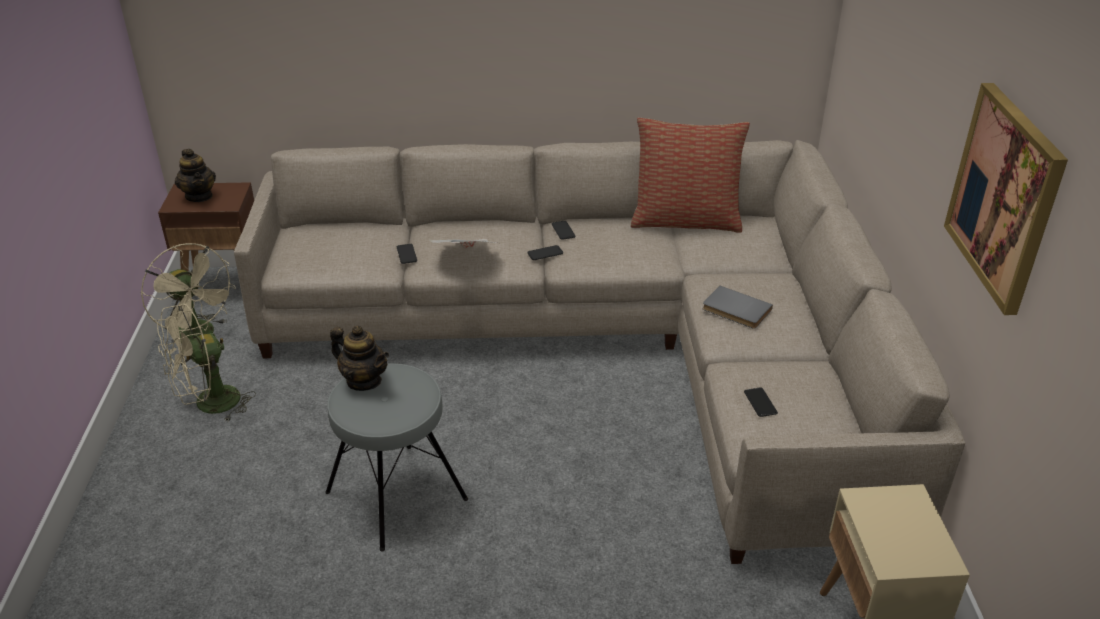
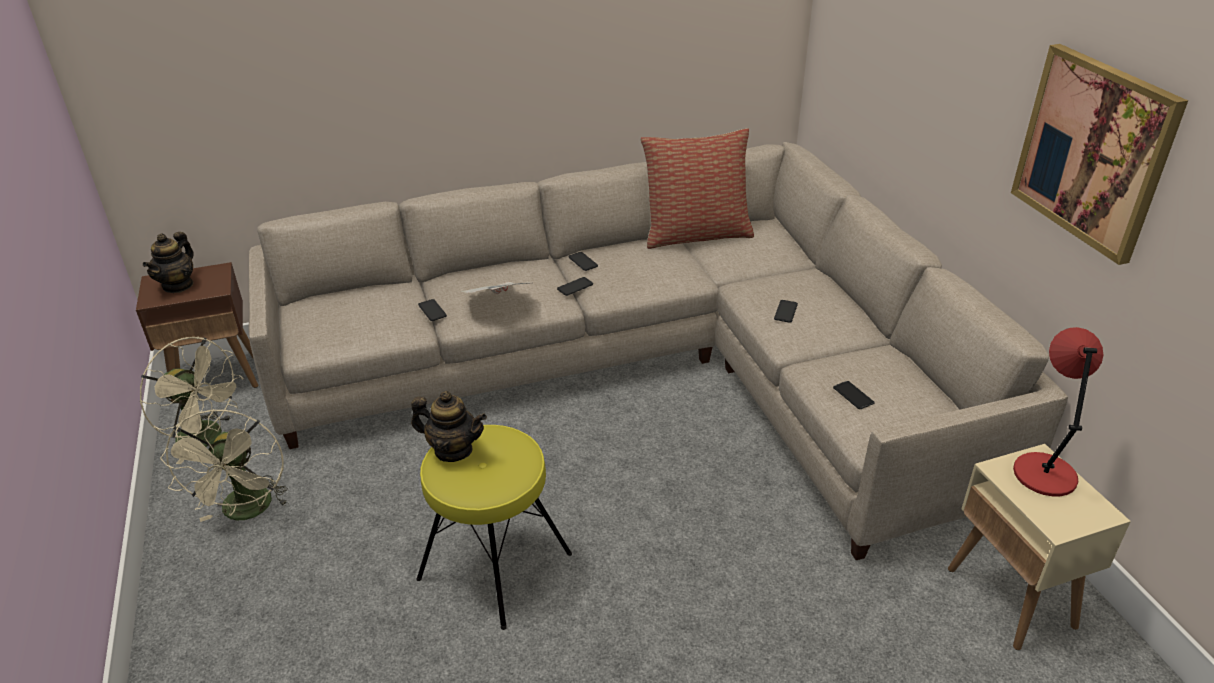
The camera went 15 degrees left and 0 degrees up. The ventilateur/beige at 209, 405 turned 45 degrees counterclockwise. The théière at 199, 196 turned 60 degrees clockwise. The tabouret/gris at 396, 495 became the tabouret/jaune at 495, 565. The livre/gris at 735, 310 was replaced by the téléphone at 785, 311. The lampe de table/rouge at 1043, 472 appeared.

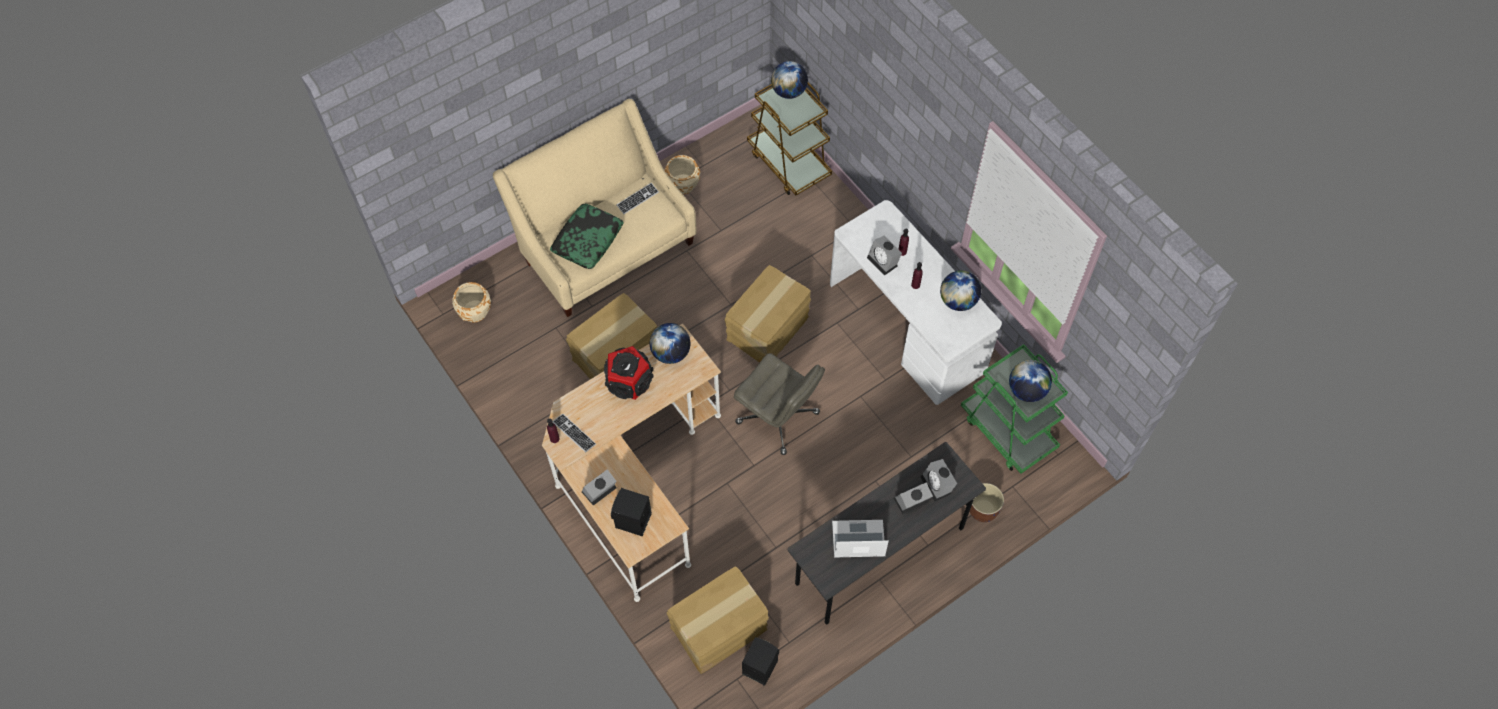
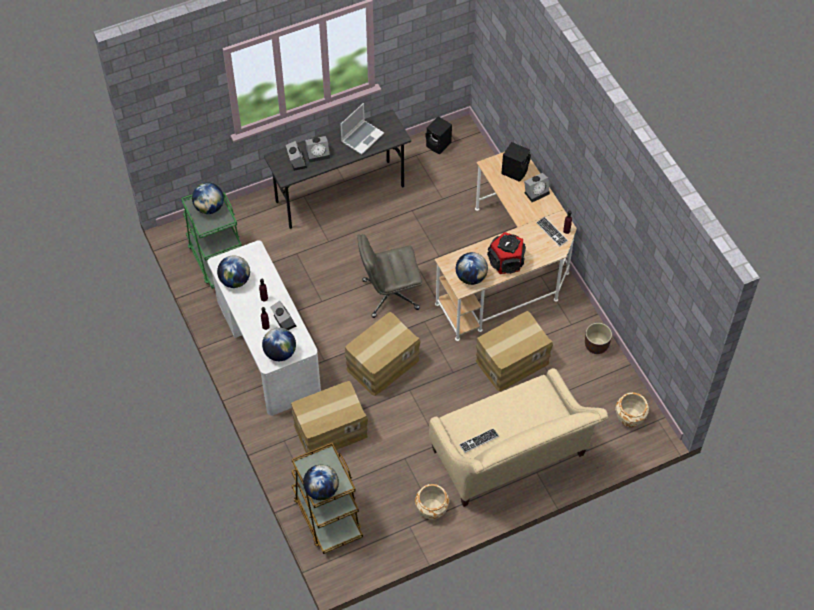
The camera went 170 degrees left and 5 degrees down. The coussin at 587, 240 disappeared. The carton moved from 719, 629 to 330, 430. The chaise de bureau/gris at 778, 418 turned 60 degrees counterclockwise. The ordinateur portable at 857, 540 turned 60 degrees counterclockwise. The cache-pot/marron moved from 982, 509 to 596, 346. The globe at 280, 353 appeared.

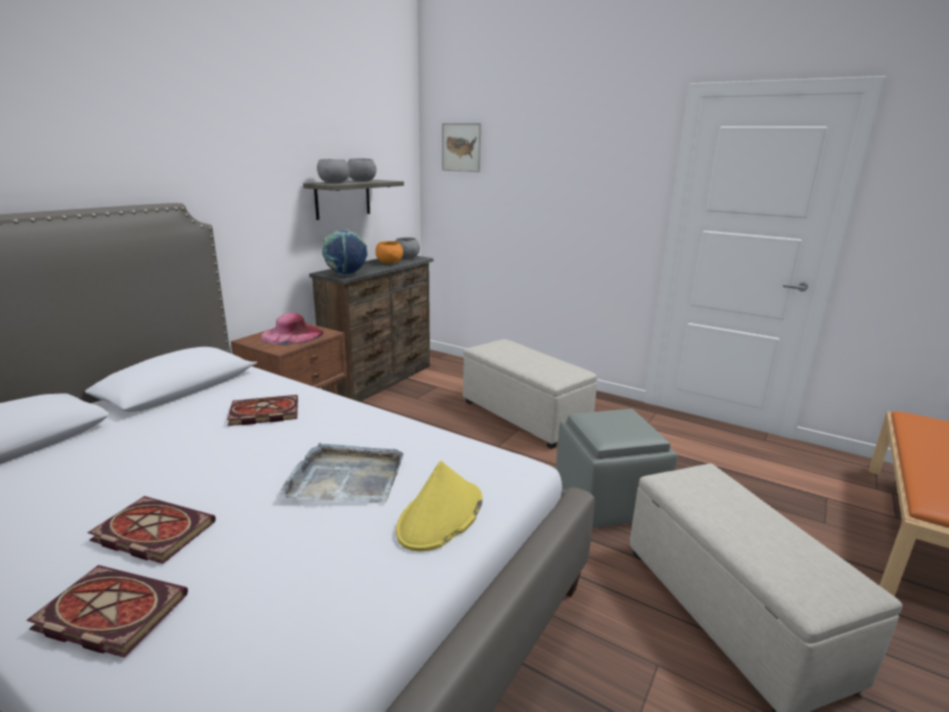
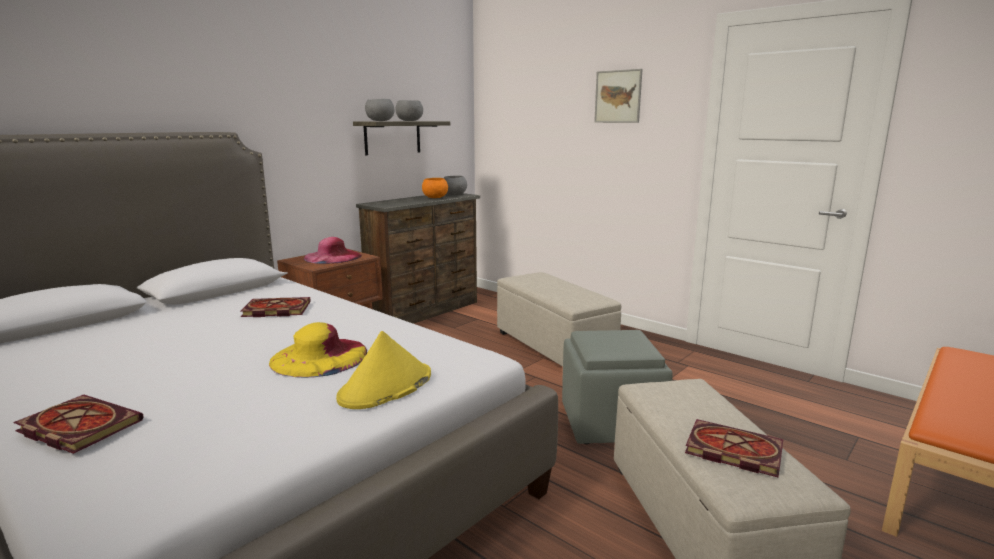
The camera went 10 degrees right and 5 degrees down. The livre moved from 150, 532 to 731, 450. The plateau/gris at 346, 478 was replaced by the chapeau/jaune at 319, 356. The globe at 346, 275 disappeared. The tableau moved from 461, 147 to 618, 96.

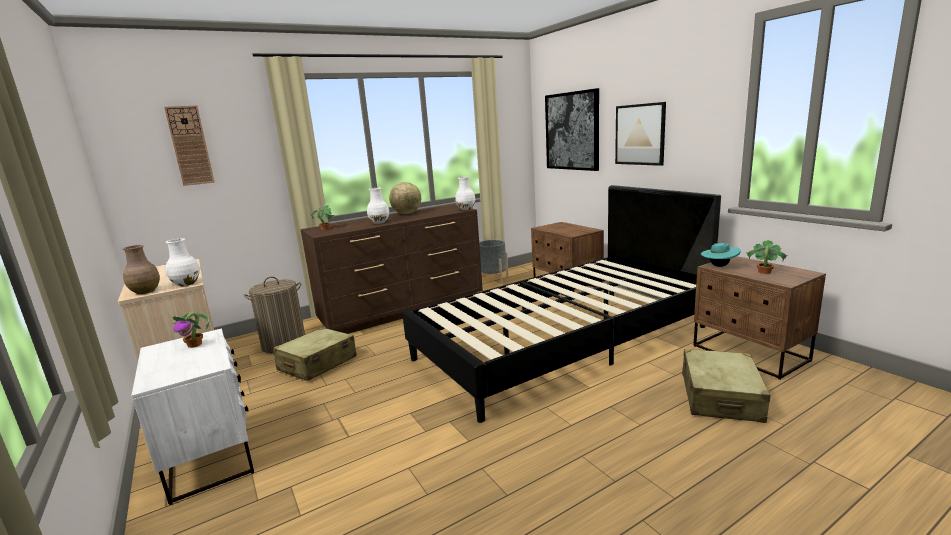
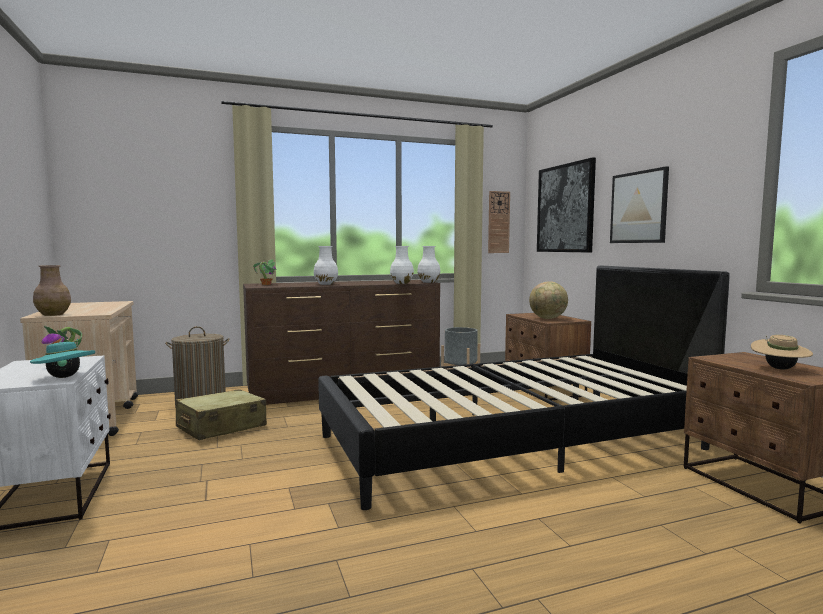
The camera went 10 degrees right and 10 degrees down. The horloge murale moved from 190, 146 to 498, 222. The vase/blanc moved from 186, 284 to 401, 283. The globe moved from 407, 213 to 548, 318. The valise/beige at 720, 397 disappeared. The chapeau/turquoise moved from 719, 266 to 65, 377. The plante en pot at 764, 272 was replaced by the chapeau/beige at 779, 369.

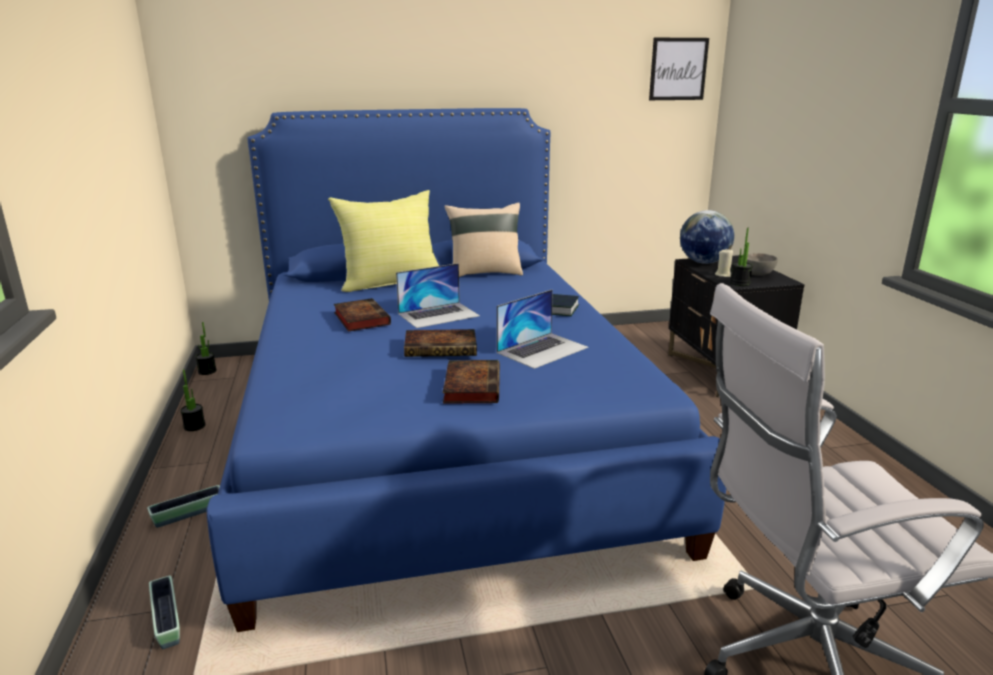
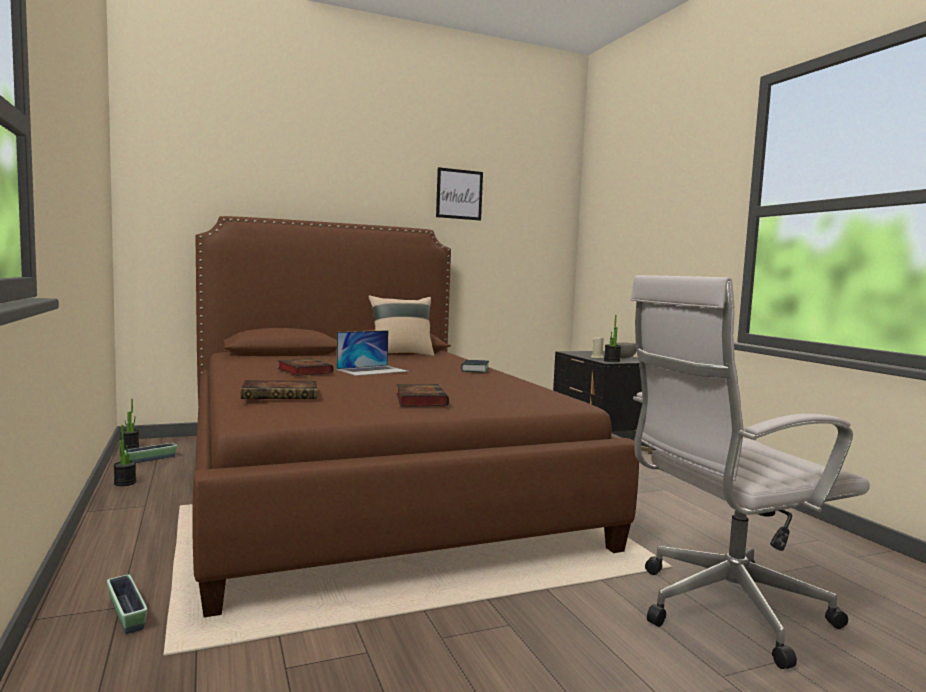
The camera went 10 degrees left and 15 degrees down. The cache-pot moved from 188, 514 to 151, 459. The lit/bleu at 439, 432 became the lit/marron at 366, 482. The coussin/jaune at 391, 282 disappeared. The livre moved from 442, 348 to 282, 395. The ordinateur portable at 542, 350 disappeared. The tableau moved from 678, 69 to 459, 194. The globe at 703, 262 disappeared.

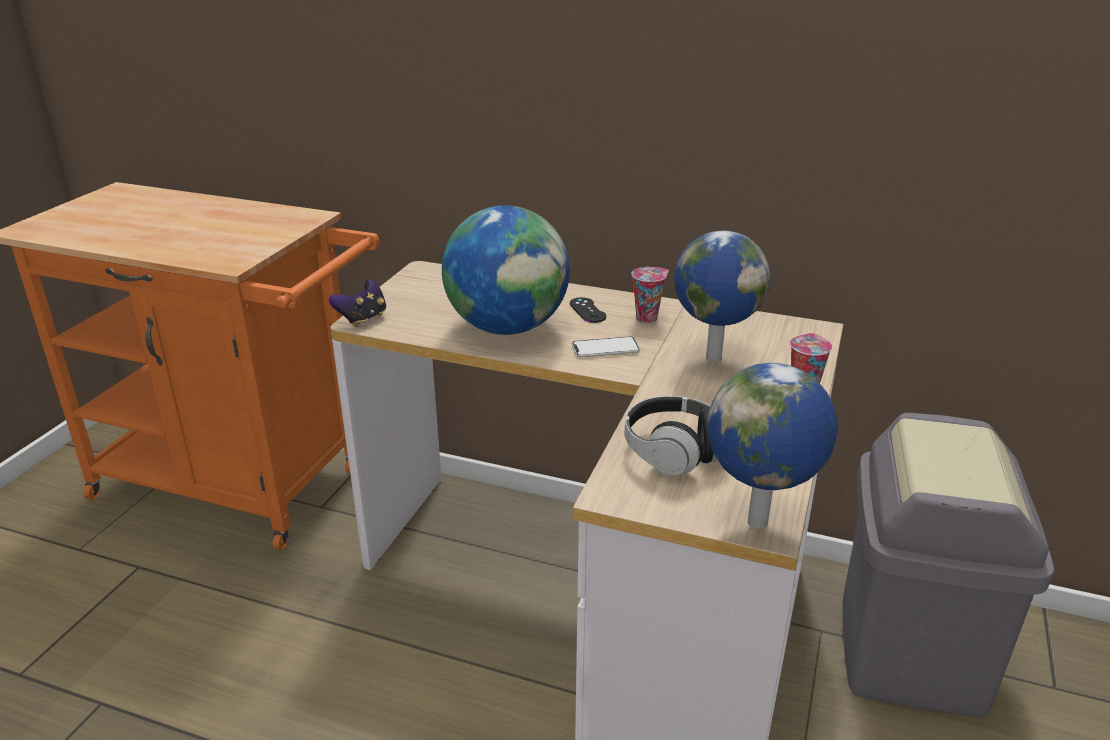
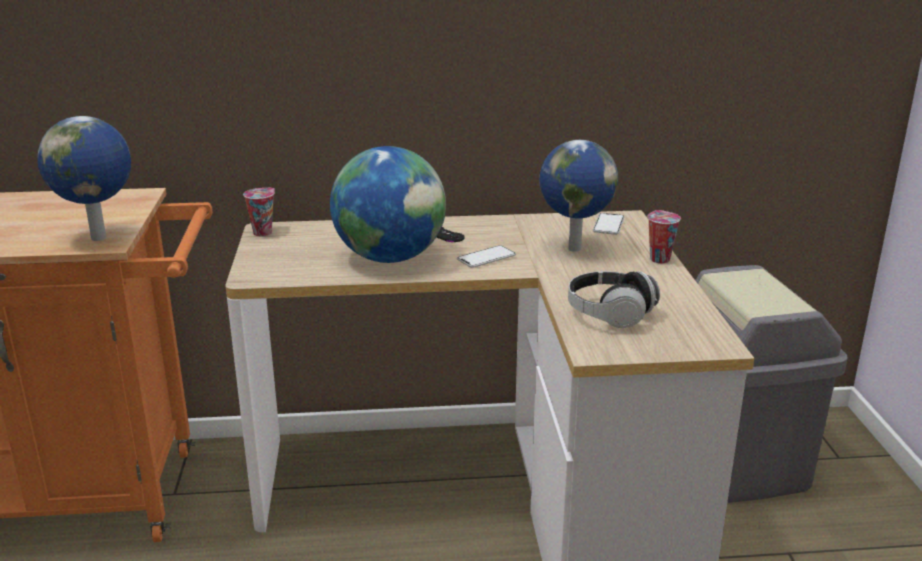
The camera went 25 degrees left and 5 degrees down. The manette at 363, 319 disappeared. The tasse moved from 647, 317 to 263, 232. The globe moved from 760, 523 to 100, 238. The téléphone at 608, 225 appeared.

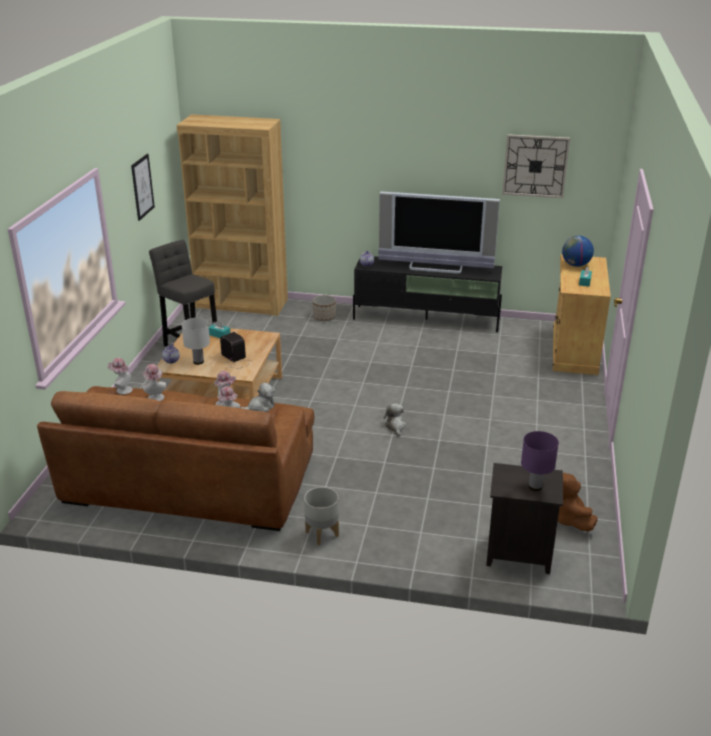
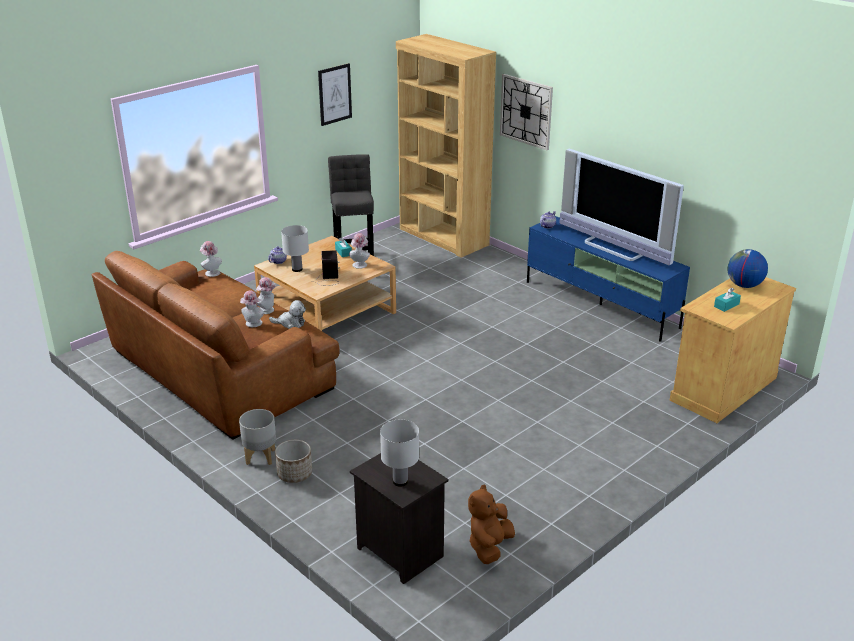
The camera went 35 degrees right and 0 degrees up. The chapeau moved from 155, 396 to 360, 264. The cache-pot moved from 324, 317 to 295, 474. The meuble télé/noir at 427, 319 became the meuble télé/bleu at 601, 305. The peluche at 395, 426 disappeared. The horloge murale moved from 535, 166 to 526, 111. The lampe de table/violet at 534, 486 became the lampe de table/blanc at 400, 481.

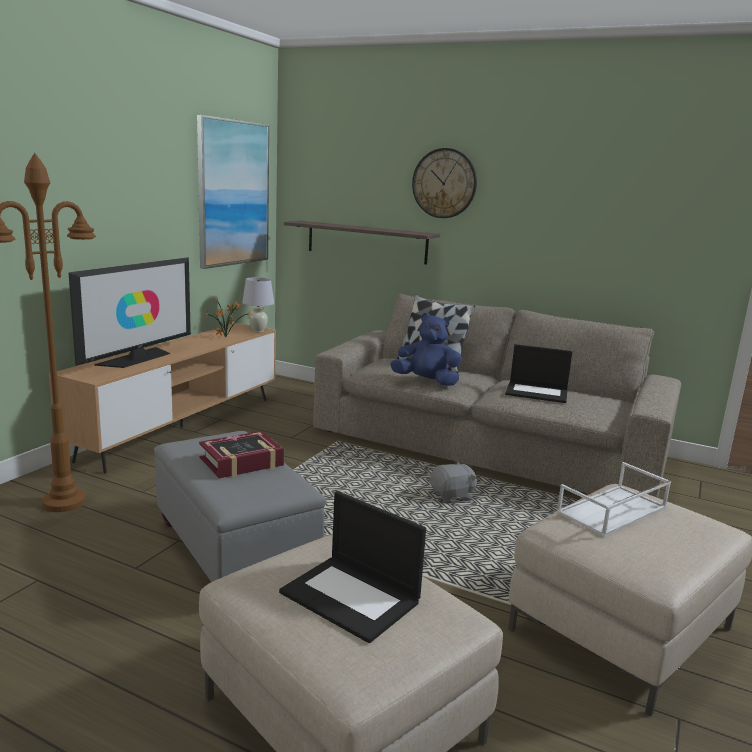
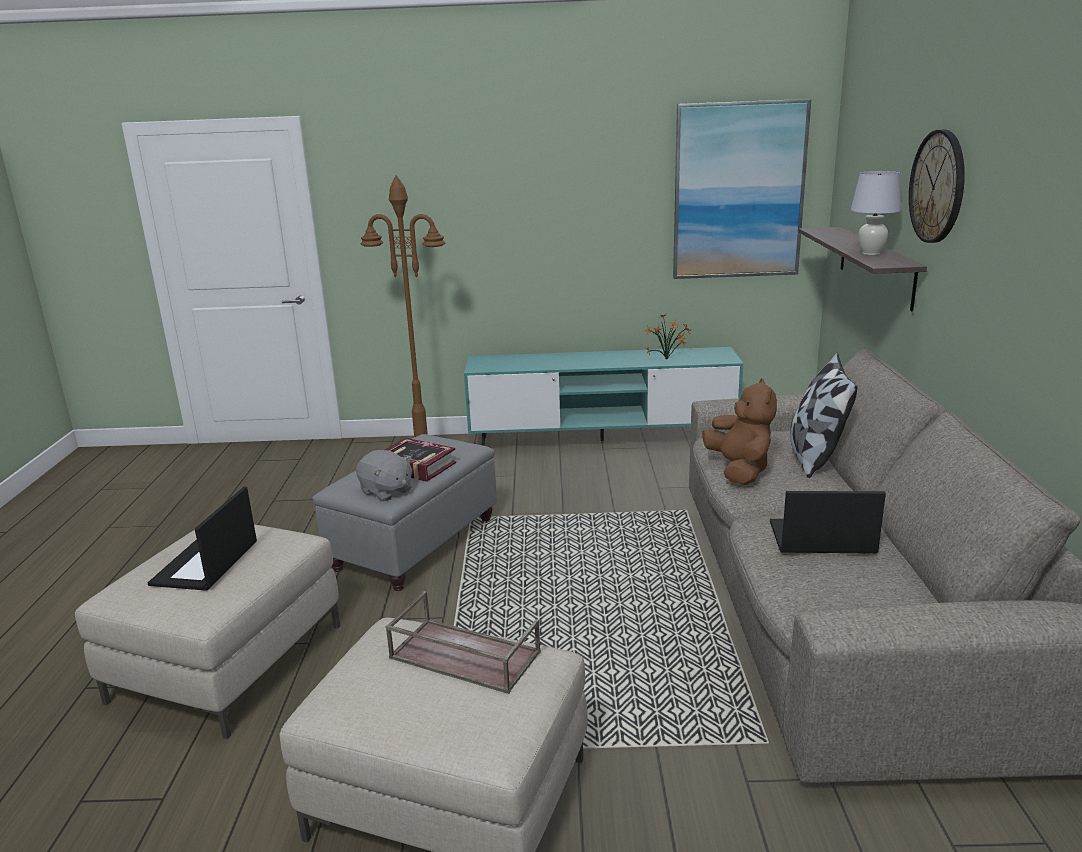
The camera went 65 degrees right and 5 degrees up. The meuble télé/marron at 182, 428 became the meuble télé/turquoise at 602, 442. The téléviseur at 137, 358 disappeared. The lampe de table/blanc moved from 258, 331 to 871, 253. The peluche/bleu at 426, 381 became the peluche/marron at 739, 470. The peluche/gris moved from 452, 496 to 386, 491. The ordinateur portable at 537, 392 turned 105 degrees clockwise. The plateau/blanc at 612, 511 became the plateau/marron at 462, 655.

